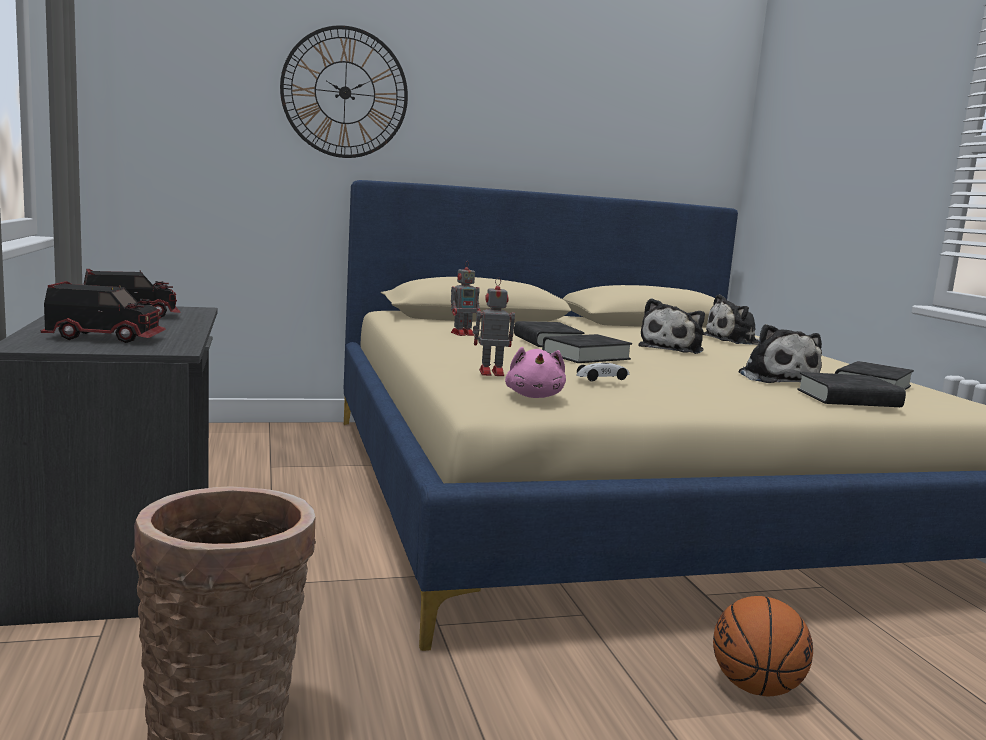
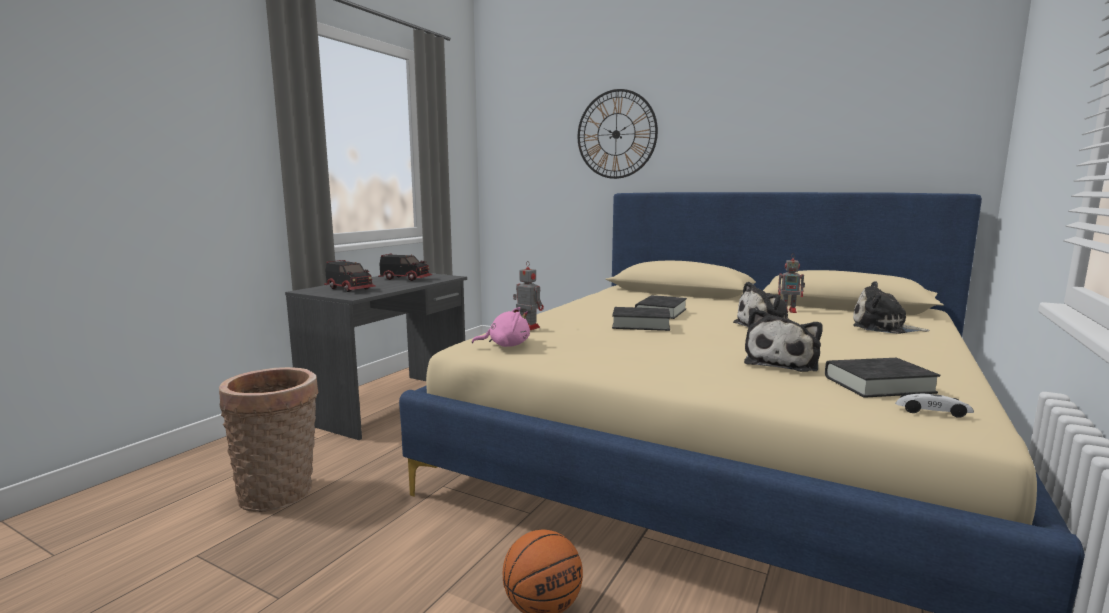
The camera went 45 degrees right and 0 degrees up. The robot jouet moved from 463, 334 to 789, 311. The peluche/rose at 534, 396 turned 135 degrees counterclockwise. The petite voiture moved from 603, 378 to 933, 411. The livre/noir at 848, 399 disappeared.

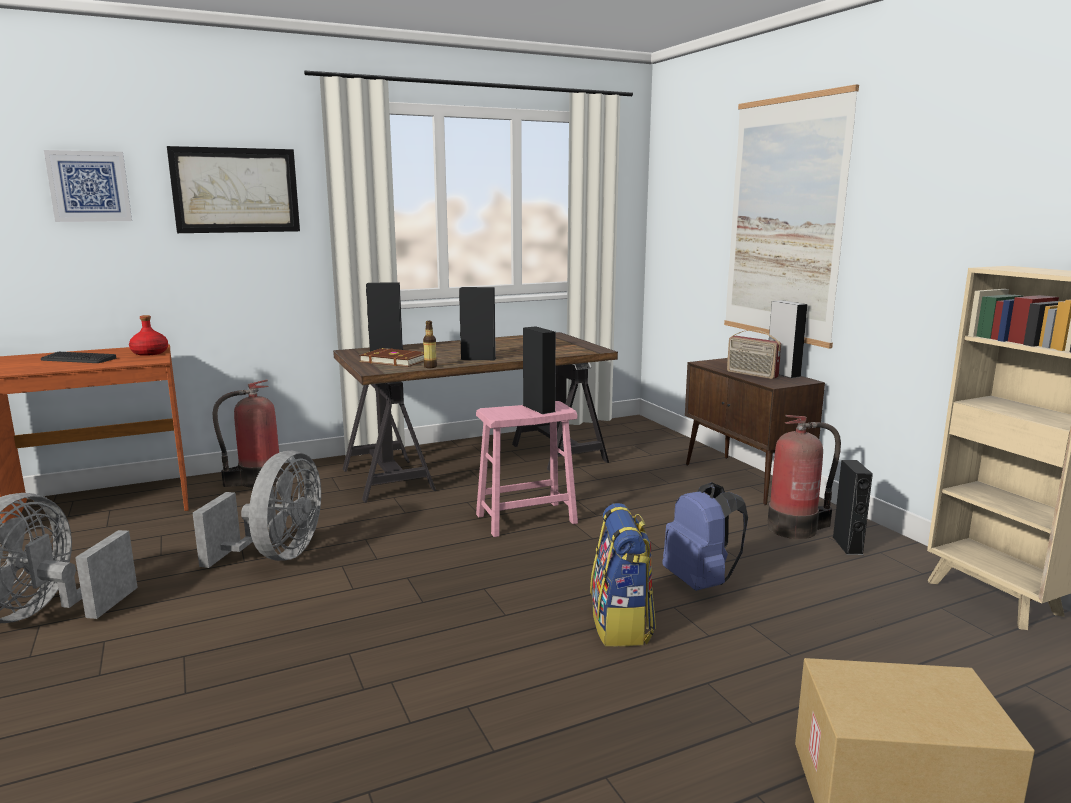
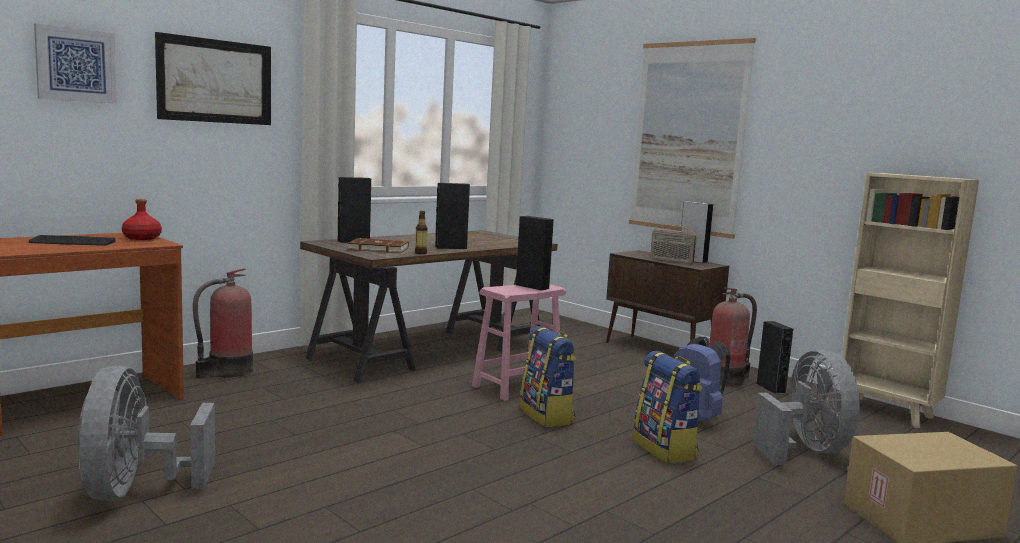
The camera went 20 degrees left and 5 degrees down. The ventilateur/gris moved from 276, 555 to 805, 450. The sac à dos at 547, 416 appeared.

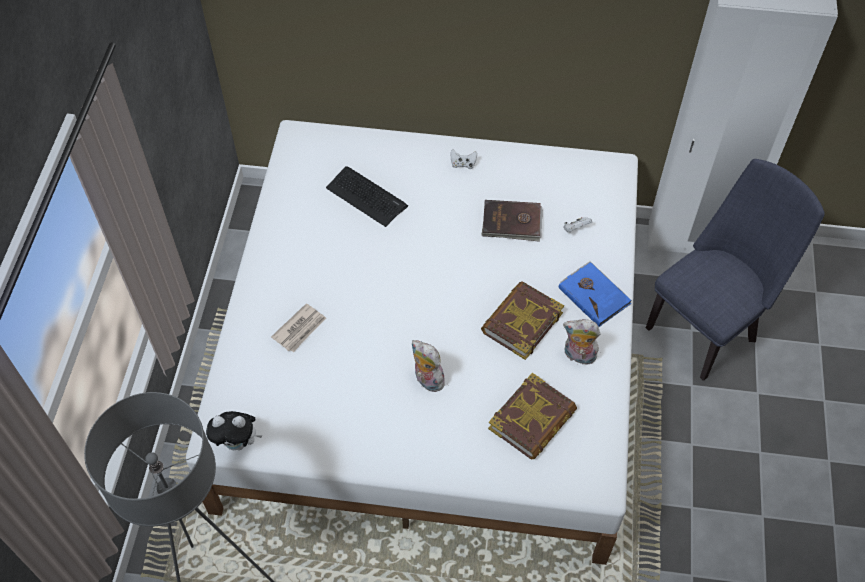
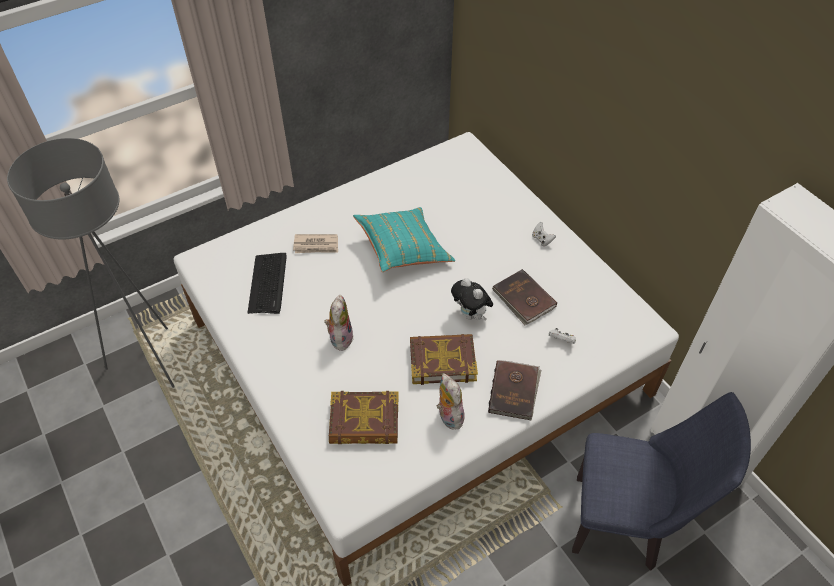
The camera went 50 degrees right and 5 degrees down. The peluche moved from 238, 443 to 471, 315. The clavier moved from 366, 196 to 268, 284. The livre/bleu at 594, 295 became the livre/marron at 514, 391. The coussin/turquoise at 403, 250 appeared.

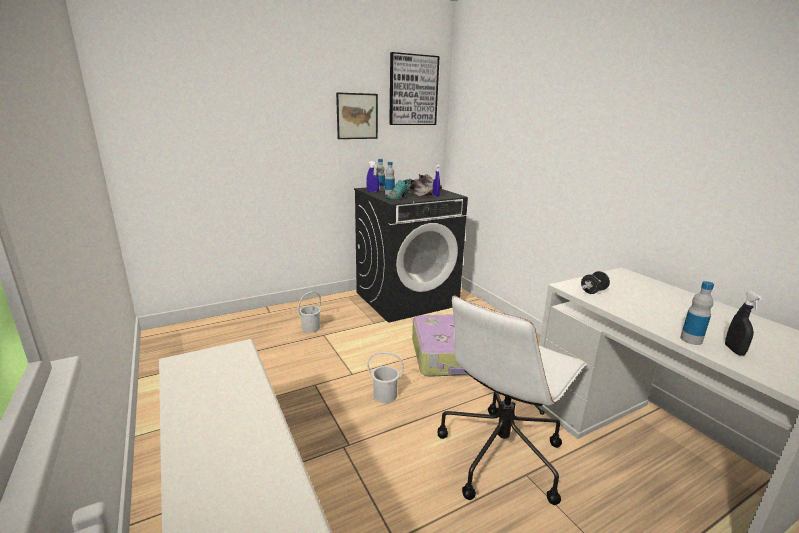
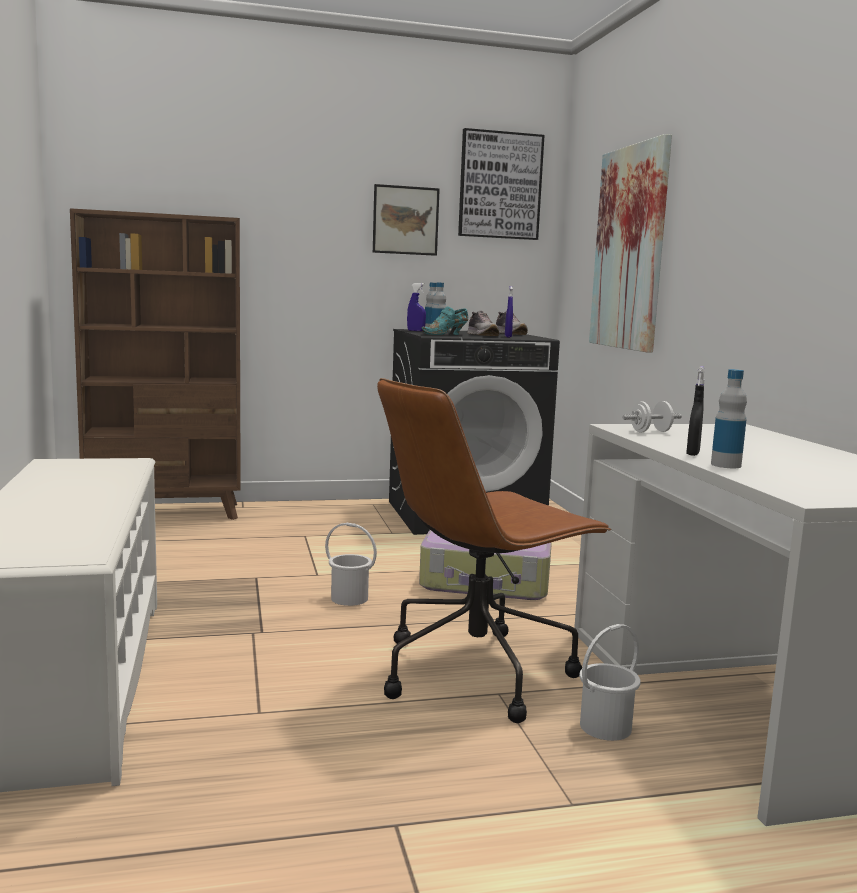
The camera went 15 degrees right and 10 degrees down. The seau/blanc moved from 310, 327 to 604, 727. The chaise de bureau/blanc at 501, 454 became the chaise de bureau/marron at 477, 671. The haltère/noir at 593, 291 became the haltère/blanc at 650, 432. The vaporisateur/noir moved from 734, 350 to 692, 453. The bibliothèque/marron at 166, 513 appeared. The tableau at 630, 248 appeared.

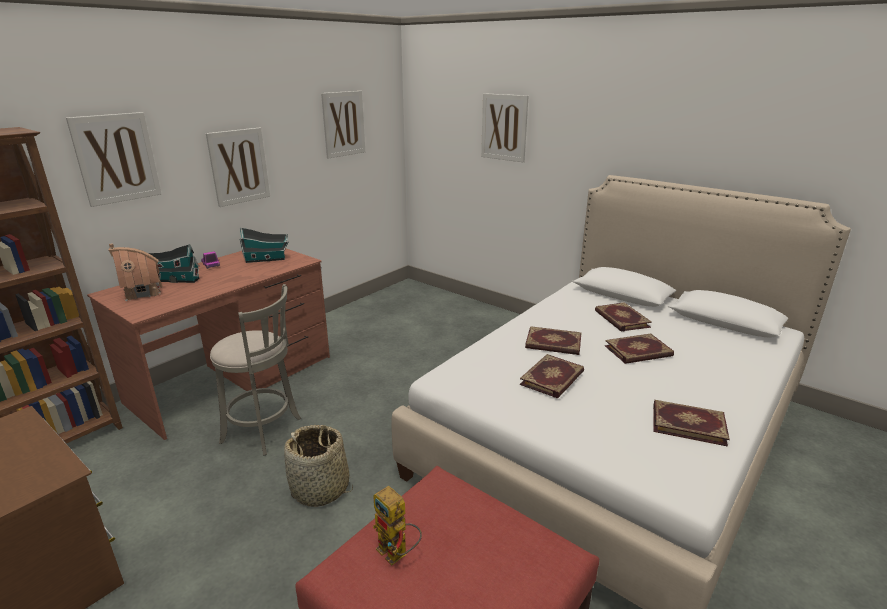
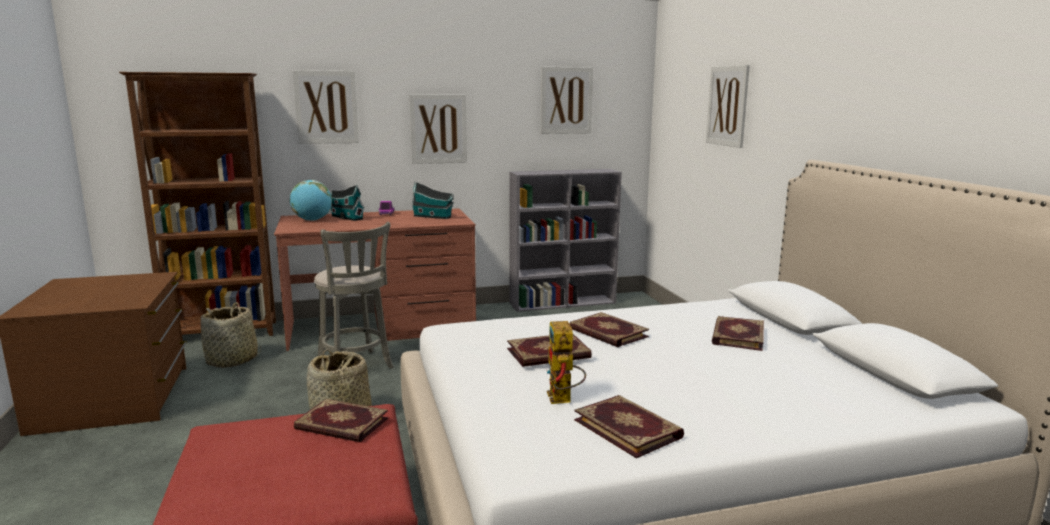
The camera went 35 degrees right and 10 degrees down. The maison miniature at 143, 293 was replaced by the globe at 312, 220. The robot jouet moved from 397, 554 to 563, 400. The livre moved from 638, 351 to 341, 424. The panier at 232, 360 appeared. The bibliothèque/gris at 563, 303 appeared.

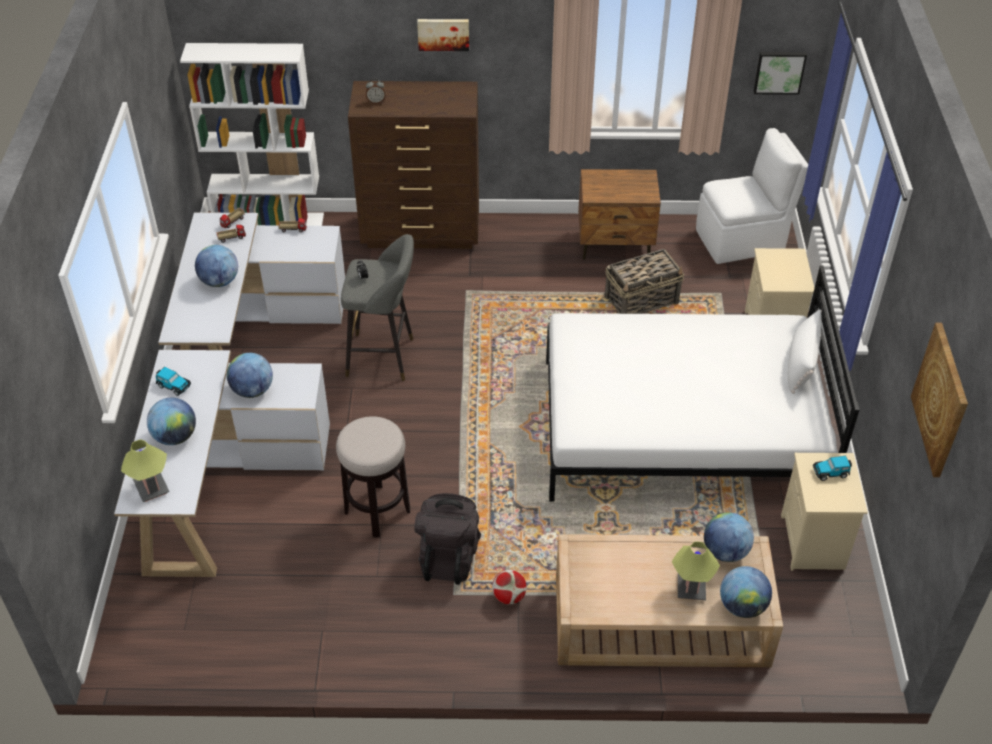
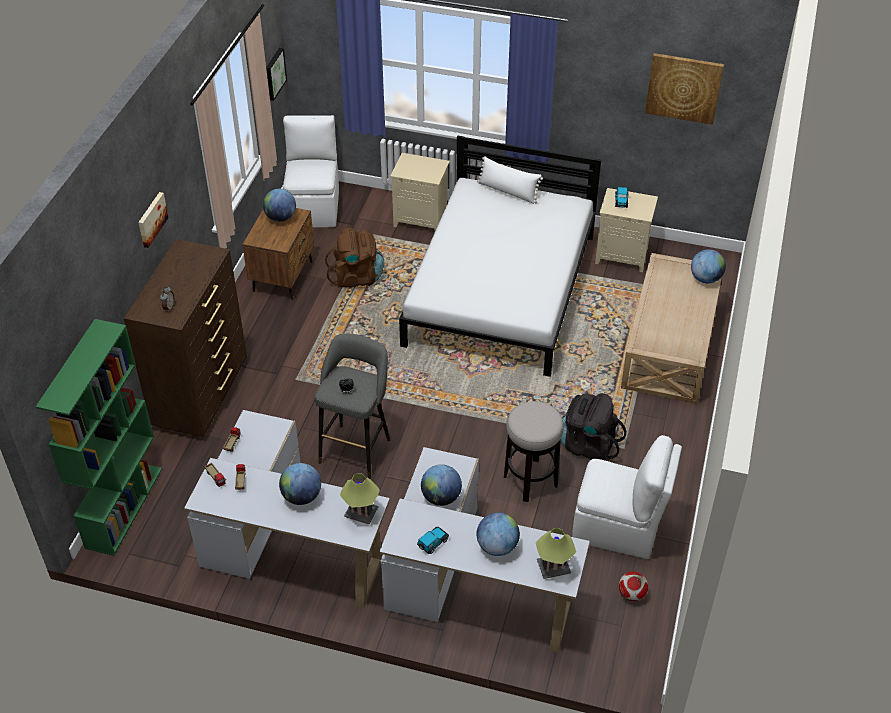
The camera went 75 degrees left and 0 degrees up. The bibliothèque/blanc at 270, 222 became the bibliothèque/vert at 124, 507. The ballon de foot moved from 509, 596 to 631, 594. The panier at 642, 300 was replaced by the sac à dos/marron at 357, 277. The lampe de table moved from 691, 587 to 361, 513. The globe moved from 725, 551 to 280, 218. The chaise/blanc at 618, 528 appeared.

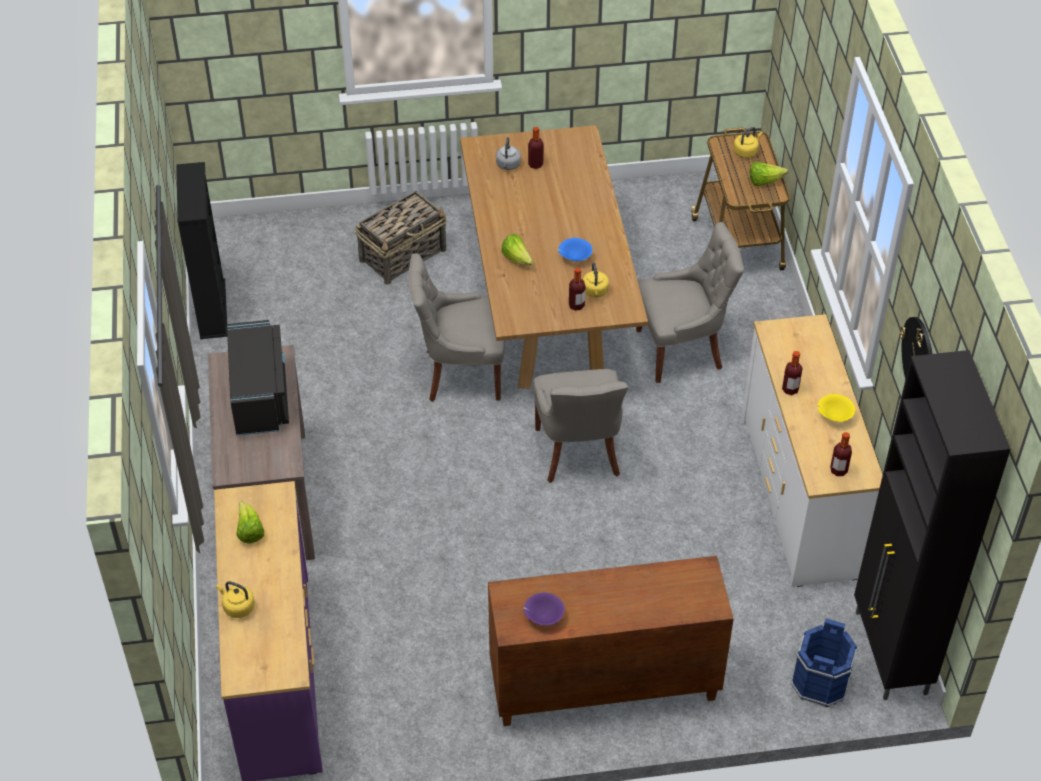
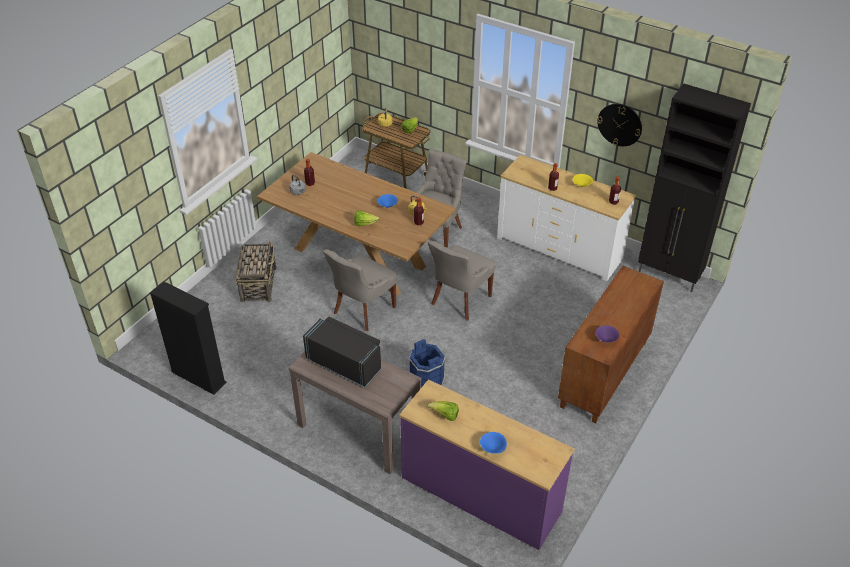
The camera went 50 degrees left and 5 degrees down. The bouilloire/jaune at 237, 607 was replaced by the bol/bleu at 493, 449. The chaise/gris at 578, 453 turned 90 degrees clockwise. The seau/bleu moved from 819, 682 to 426, 379.

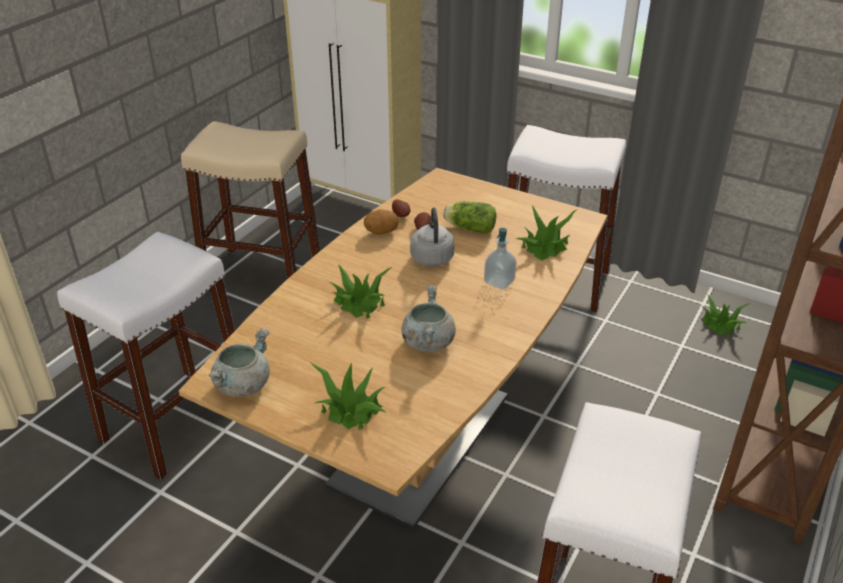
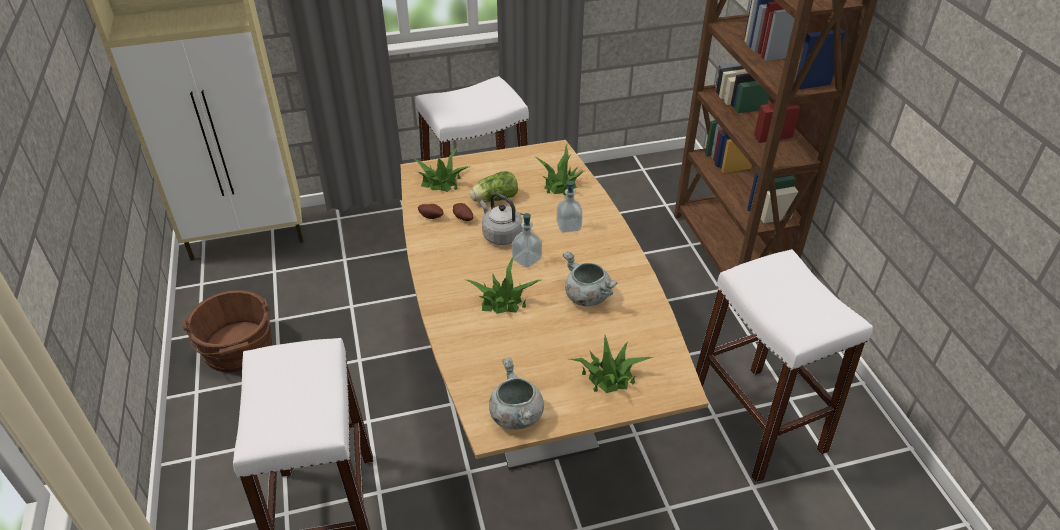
The camera went 45 degrees left and 5 degrees up. The tabouret/beige at 262, 275 was replaced by the seau/marron at 238, 350. The pomme de terre at 381, 232 disappeared. The plante en pot moved from 720, 324 to 441, 181. The distributeur de savon at 527, 259 appeared.

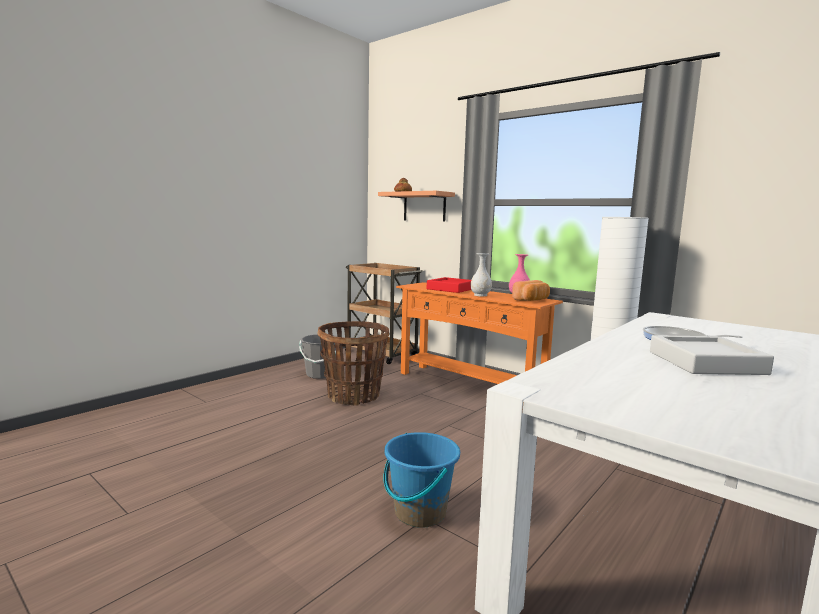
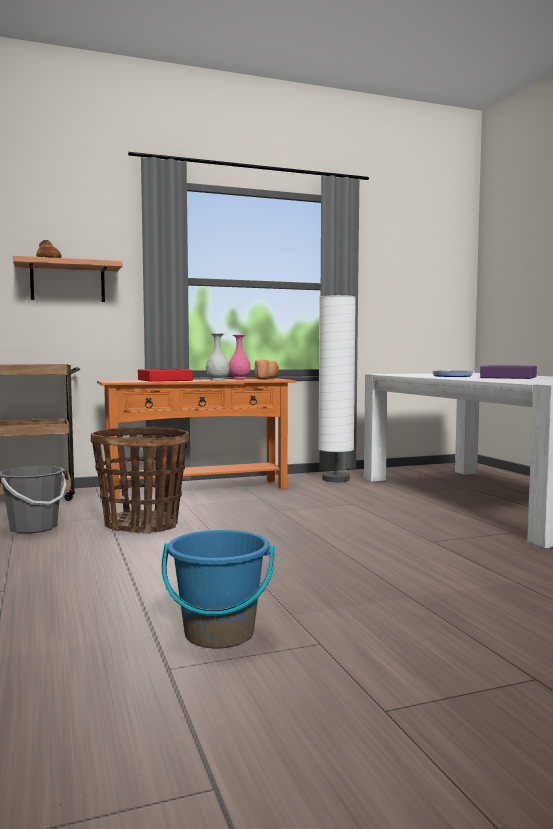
The camera went 60 degrees left and 5 degrees down. The seau/bleu moved from 419, 512 to 219, 634. The plateau/gris at 705, 363 became the plateau/violet at 508, 377.

